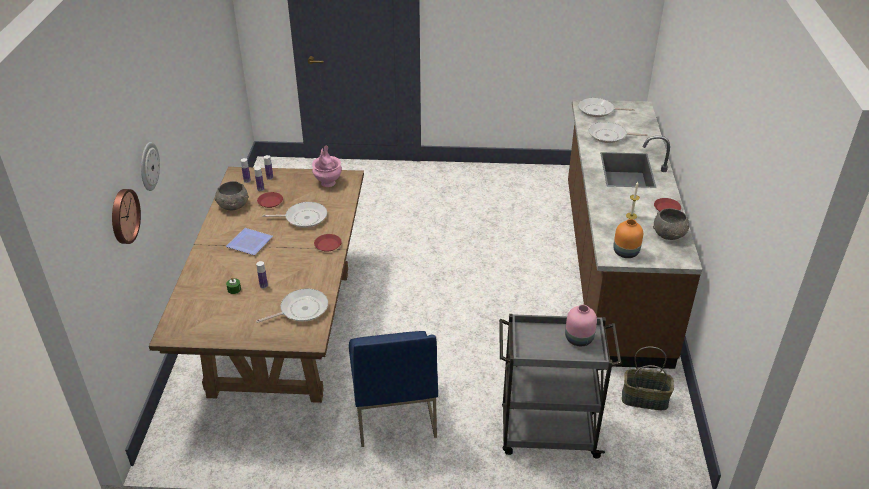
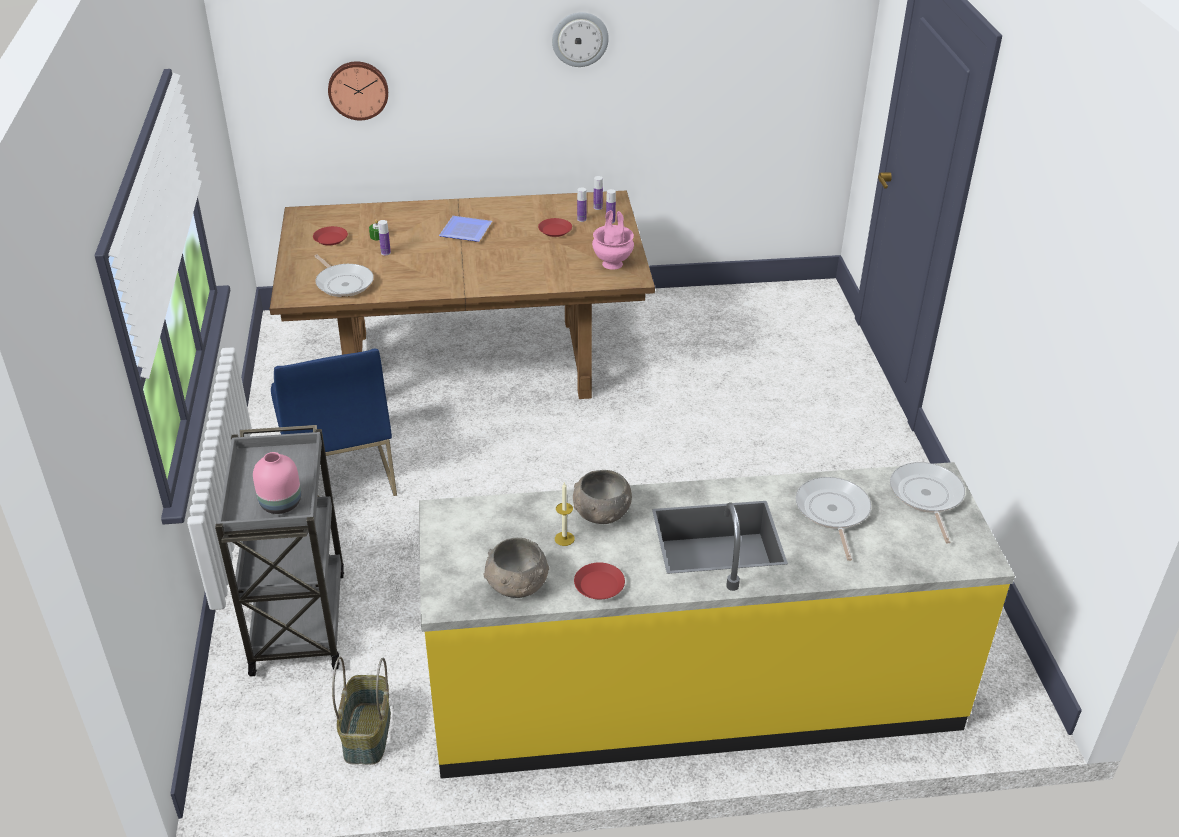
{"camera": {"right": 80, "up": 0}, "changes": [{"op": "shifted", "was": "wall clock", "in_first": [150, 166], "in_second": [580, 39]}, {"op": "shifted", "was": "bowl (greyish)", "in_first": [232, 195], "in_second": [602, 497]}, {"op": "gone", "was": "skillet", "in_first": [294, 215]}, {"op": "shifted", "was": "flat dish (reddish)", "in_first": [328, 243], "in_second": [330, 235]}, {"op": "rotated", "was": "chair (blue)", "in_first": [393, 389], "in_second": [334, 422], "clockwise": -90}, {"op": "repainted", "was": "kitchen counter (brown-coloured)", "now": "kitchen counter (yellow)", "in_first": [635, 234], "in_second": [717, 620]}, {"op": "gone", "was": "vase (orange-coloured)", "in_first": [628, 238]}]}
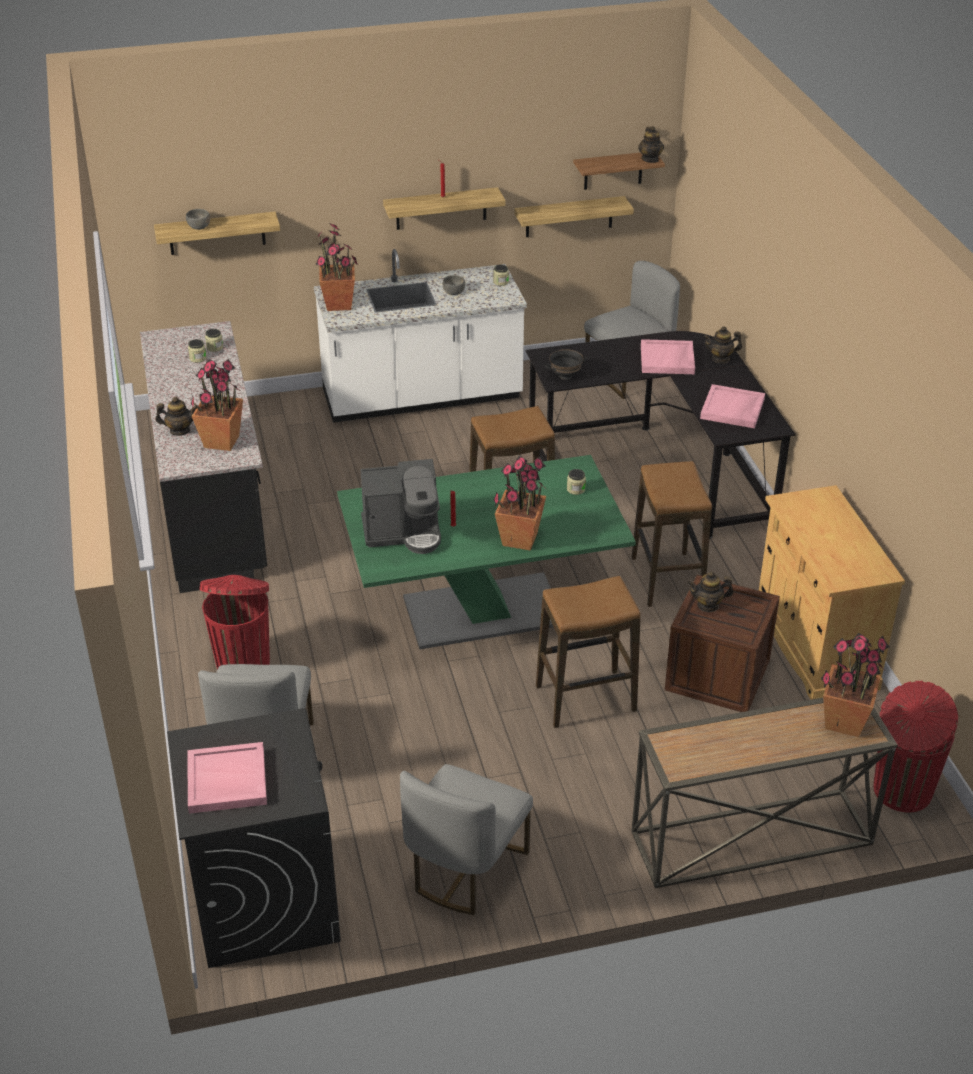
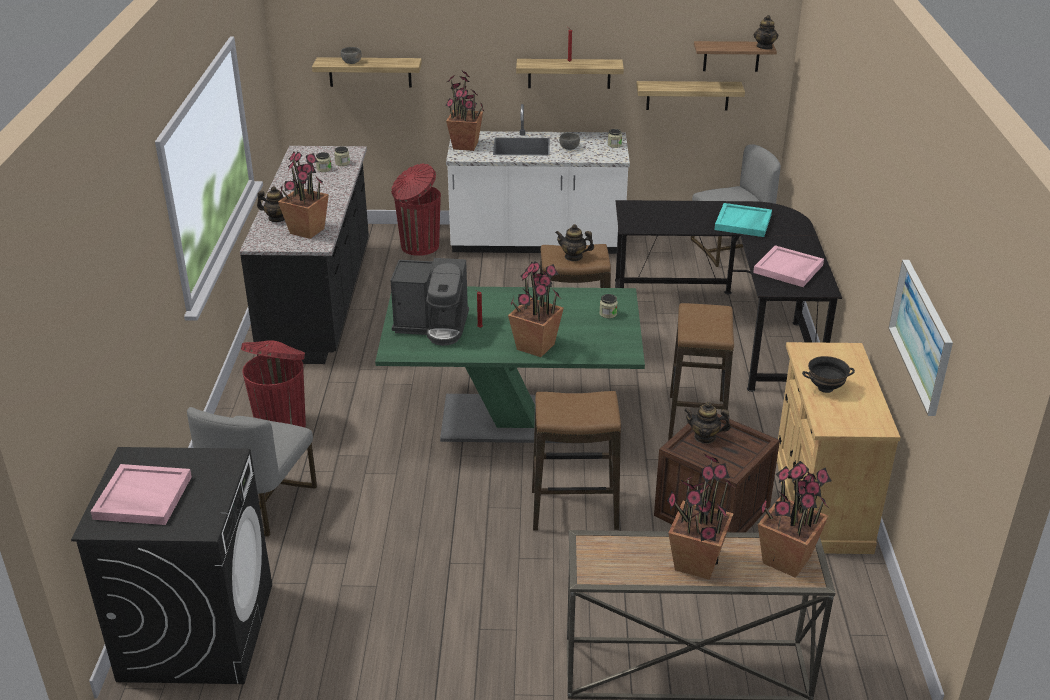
{"camera": {"right": 15, "up": -5}, "changes": [{"op": "gone", "was": "chair (greyish)", "in_first": [466, 839]}, {"op": "shifted", "was": "bowl (blackish)", "in_first": [566, 364], "in_second": [828, 374]}, {"op": "repainted", "was": "serving tray (pinkish)", "now": "serving tray (turquoise-coloured)", "in_first": [668, 356], "in_second": [743, 220]}, {"op": "shifted", "was": "teapot", "in_first": [723, 344], "in_second": [574, 242]}, {"op": "shifted", "was": "rubbish bin (reddish)", "in_first": [915, 746], "in_second": [416, 210]}, {"op": "new", "now": "houseplant", "in_second": [700, 517]}, {"op": "new", "now": "picture", "in_second": [921, 338]}]}
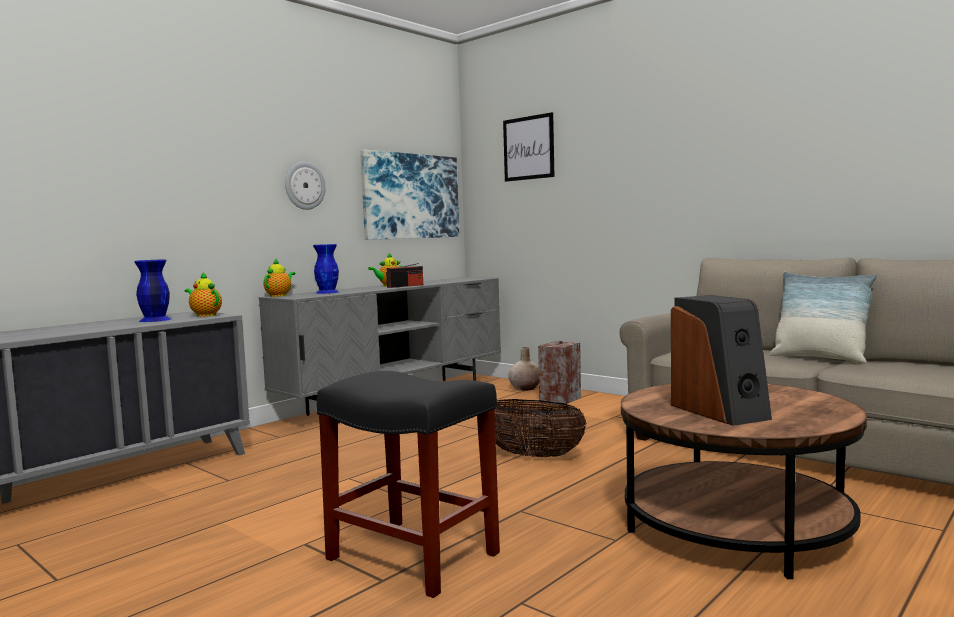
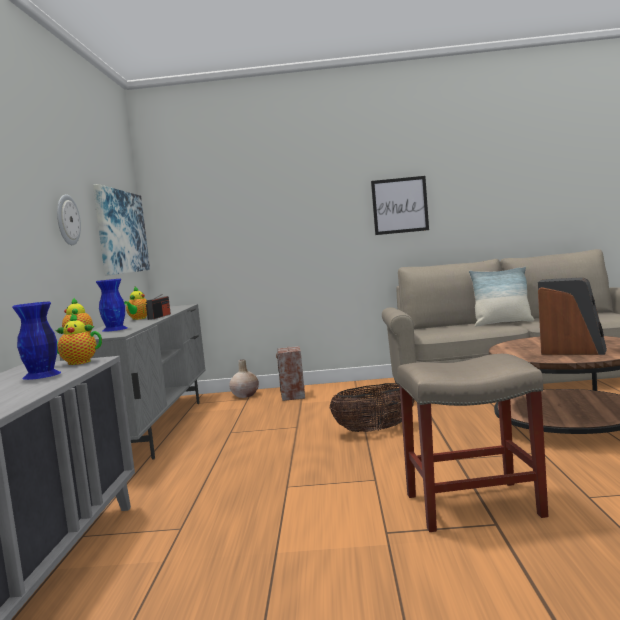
{"camera": {"right": -40, "up": 0}, "changes": [{"op": "repainted", "was": "stool (blackish)", "now": "stool (beige-coloured)", "in_first": [408, 484], "in_second": [473, 443]}, {"op": "shifted", "was": "picture", "in_first": [529, 147], "in_second": [400, 205]}]}
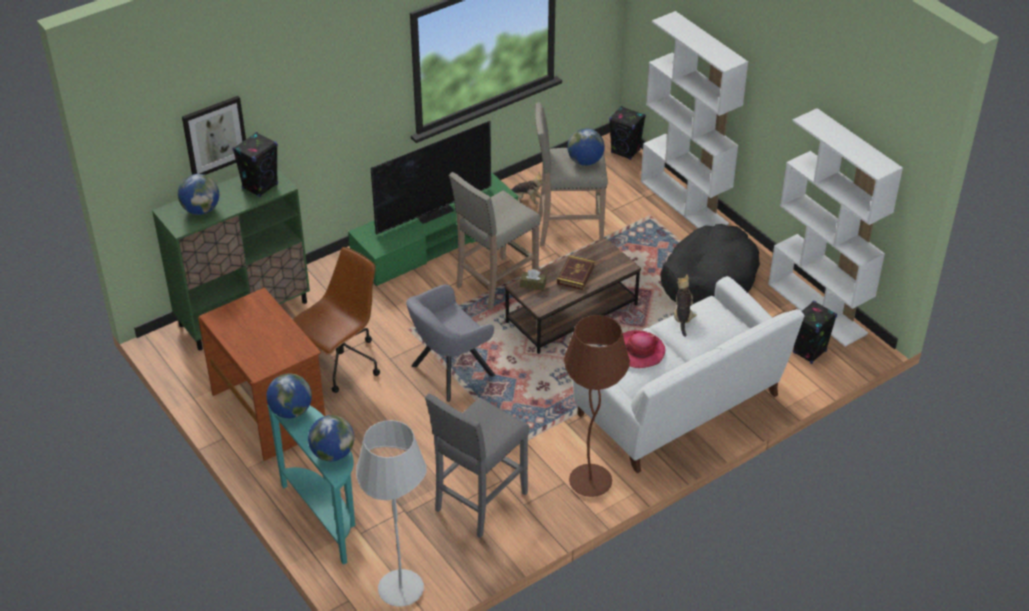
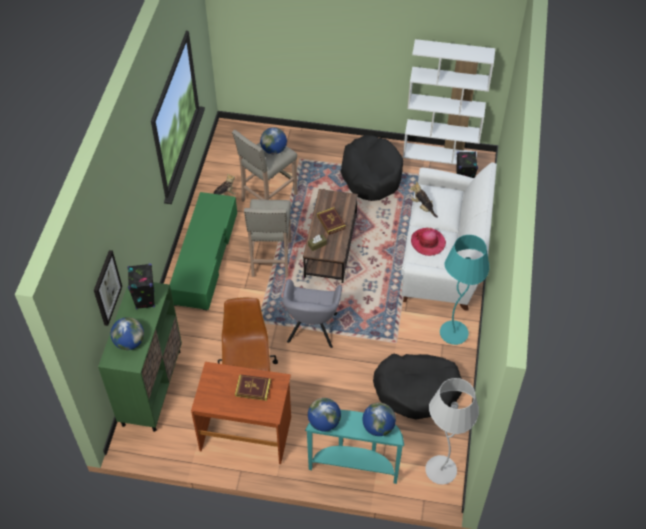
{"camera": {"right": -45, "up": 10}, "changes": [{"op": "gone", "was": "TV set", "in_first": [431, 177]}, {"op": "swapped", "was": "stool (greyish)", "now": "pet bed (blackish)", "in_first": [477, 465], "in_second": [417, 386]}, {"op": "repainted", "was": "floor lamp (brown-coloured)", "now": "floor lamp (turquoise-coloured)", "in_first": [597, 406], "in_second": [464, 290]}, {"op": "gone", "was": "speaker (blackish)", "in_first": [627, 133]}, {"op": "gone", "was": "bookshelf (whitish)", "in_first": [694, 119]}, {"op": "new", "now": "volume", "in_second": [253, 387]}]}
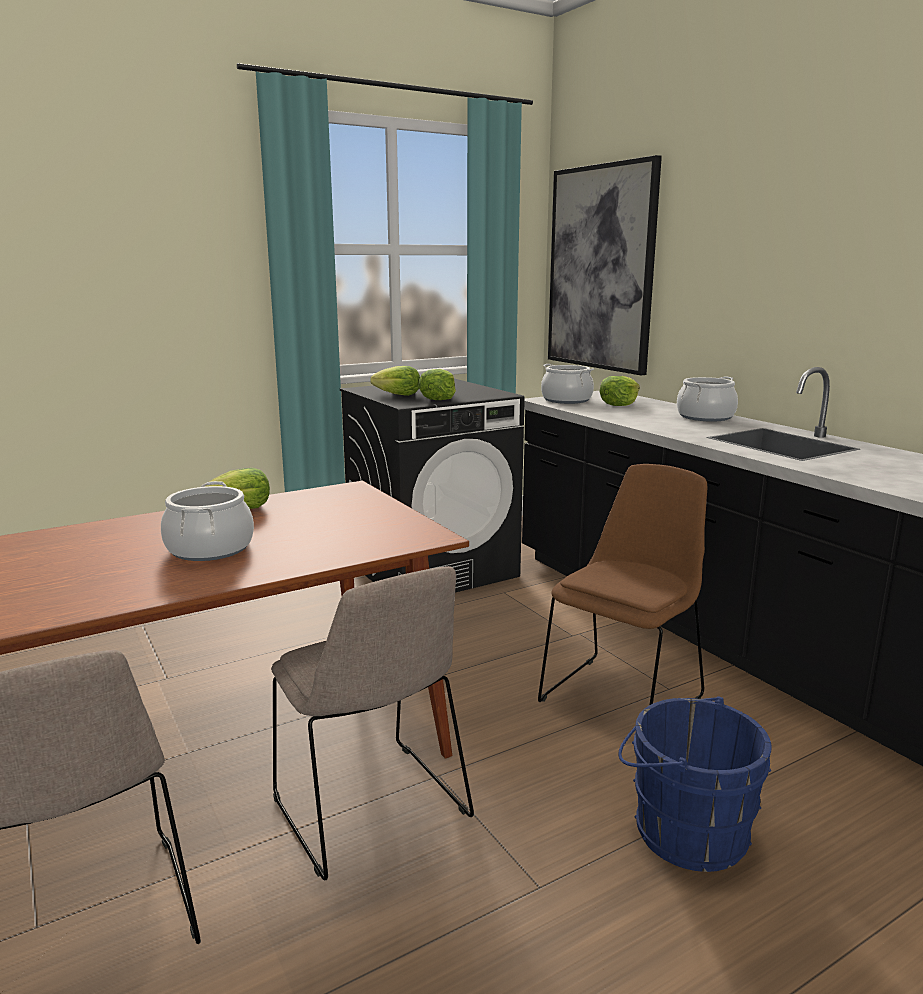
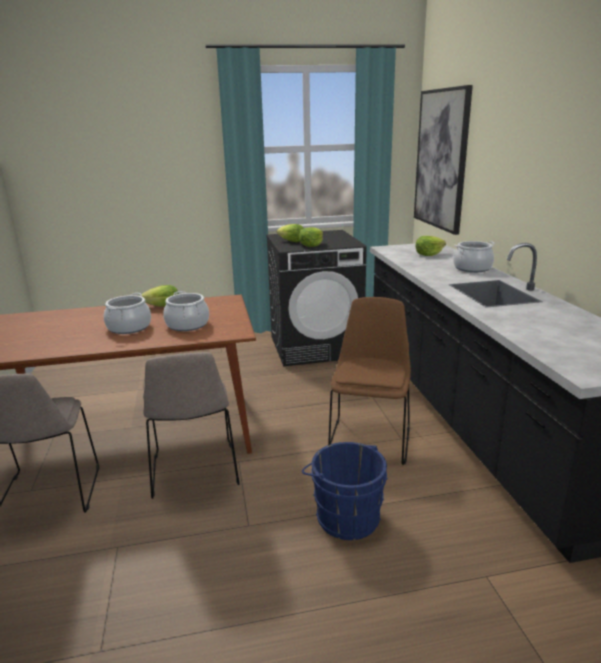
{"camera": {"right": 20, "up": 5}, "changes": [{"op": "rotated", "was": "chair (brown-coloured)", "in_first": [622, 584], "in_second": [369, 381], "clockwise": -45}, {"op": "shifted", "was": "cooking pot", "in_first": [567, 384], "in_second": [186, 311]}]}
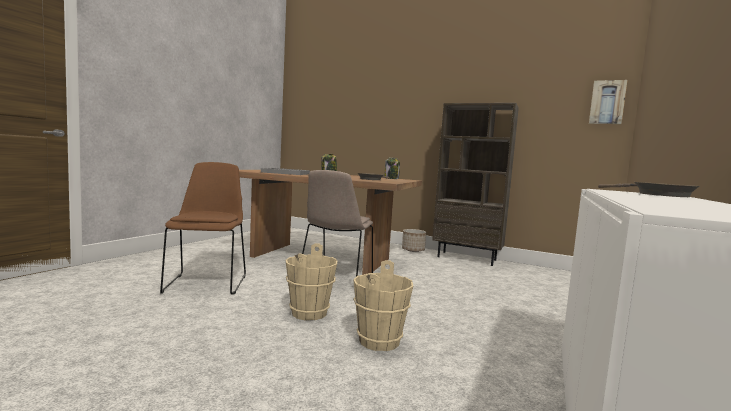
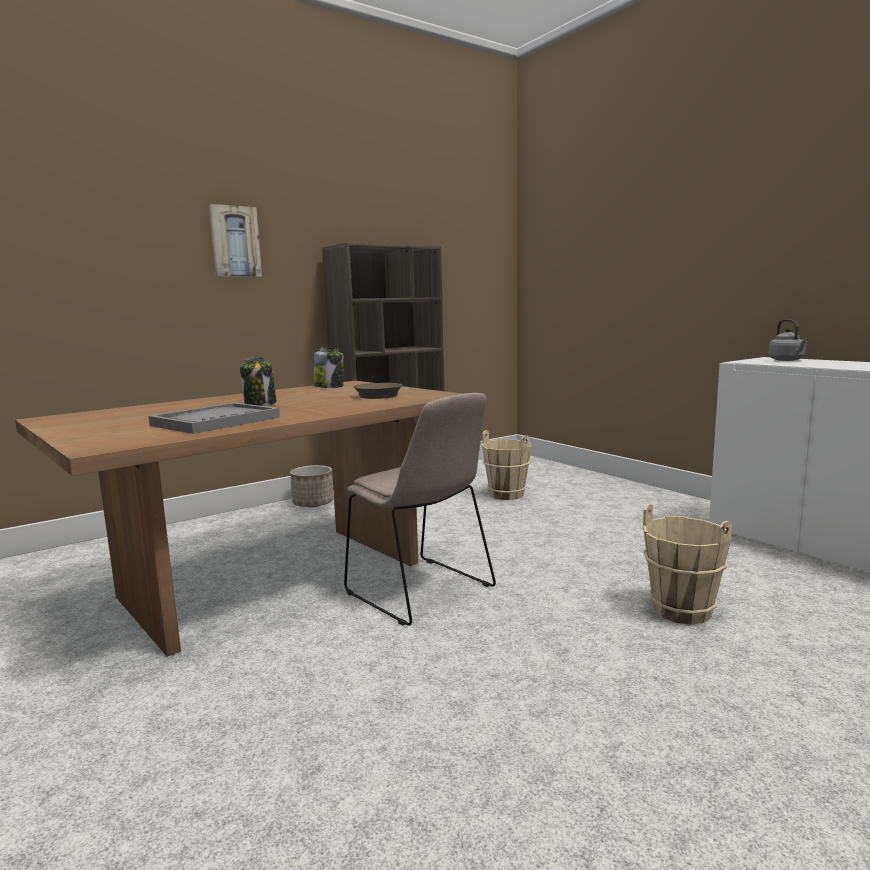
{"camera": {"right": -60, "up": 5}, "changes": [{"op": "gone", "was": "chair (brown-coloured)", "in_first": [203, 228]}, {"op": "shifted", "was": "bucket (beige-coloured)", "in_first": [311, 281], "in_second": [507, 465]}, {"op": "shifted", "was": "picture", "in_first": [608, 102], "in_second": [235, 240]}, {"op": "swapped", "was": "skillet (brown-coloured)", "now": "kettle (greyish)", "in_first": [649, 189], "in_second": [788, 340]}]}
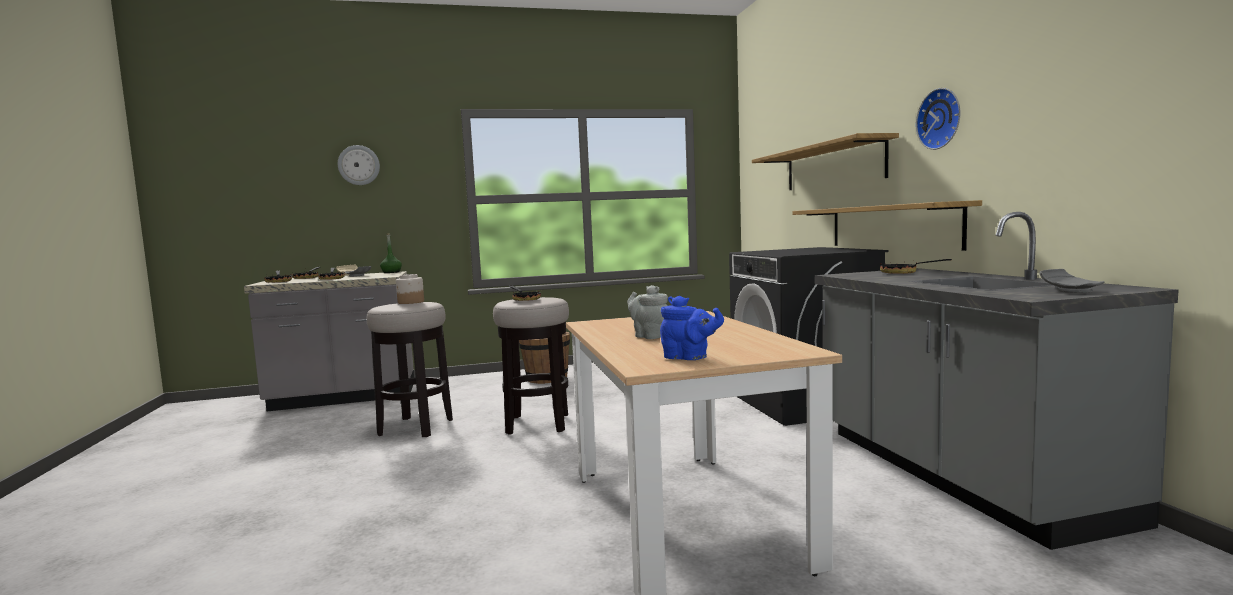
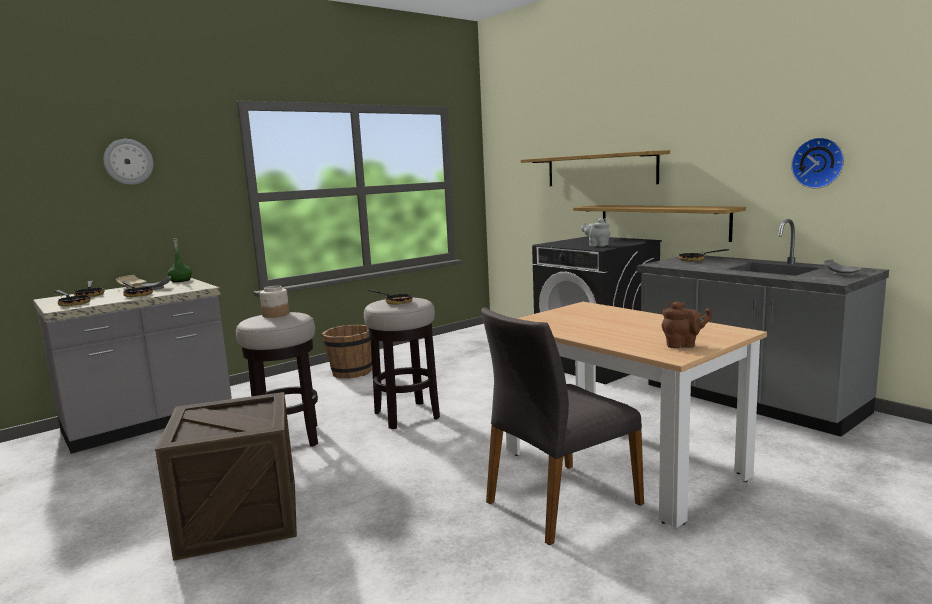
{"camera": {"right": -25, "up": 5}, "changes": [{"op": "shifted", "was": "teapot (greyish)", "in_first": [647, 312], "in_second": [595, 232]}, {"op": "repainted", "was": "teapot (blue)", "now": "teapot (brown-coloured)", "in_first": [692, 328], "in_second": [687, 324]}, {"op": "shifted", "was": "wall clock", "in_first": [938, 119], "in_second": [817, 163]}, {"op": "new", "now": "shipping crate", "in_second": [226, 476]}, {"op": "new", "now": "chair (greyish)", "in_second": [562, 426]}]}
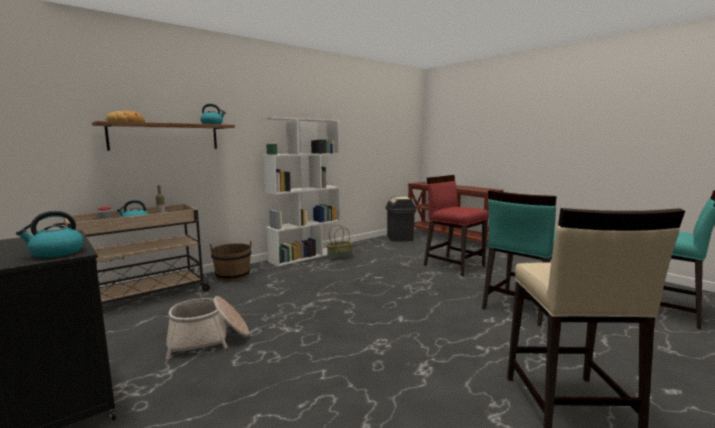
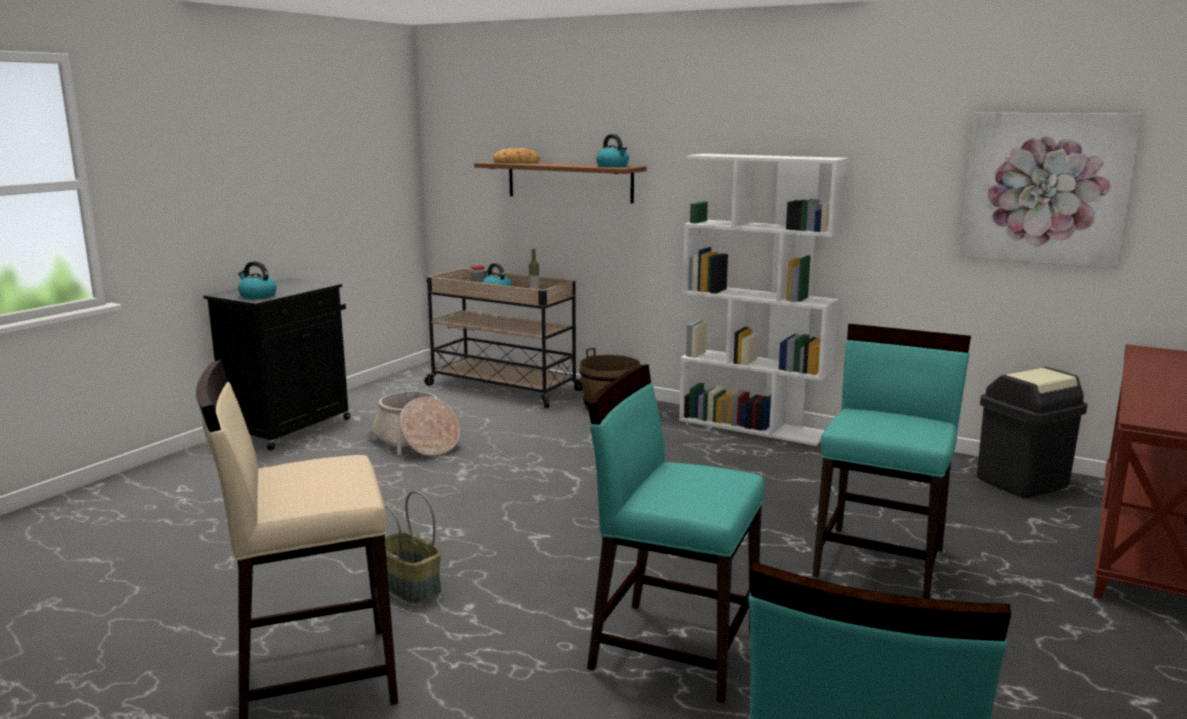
{"camera": {"right": 70, "up": 5}, "changes": [{"op": "shifted", "was": "storage basket", "in_first": [340, 243], "in_second": [412, 547]}, {"op": "repainted", "was": "chair (reddish)", "now": "chair (turquoise-coloured)", "in_first": [456, 225], "in_second": [891, 461]}, {"op": "new", "now": "picture", "in_second": [1050, 191]}]}
